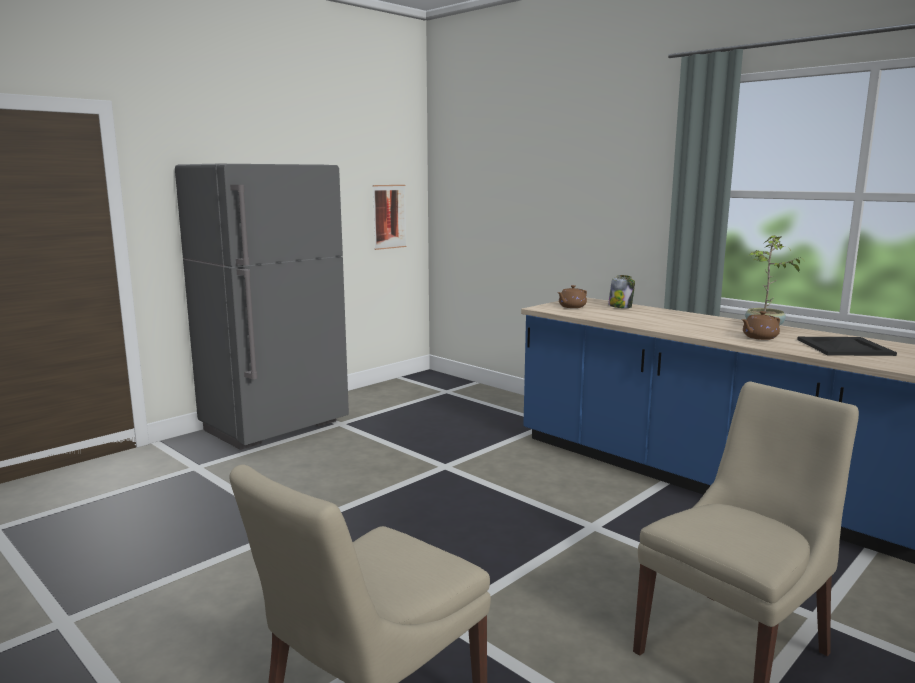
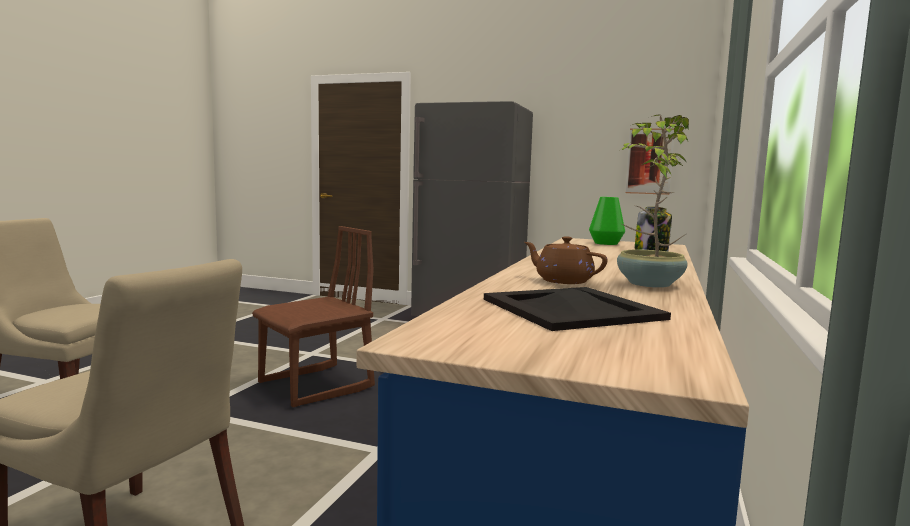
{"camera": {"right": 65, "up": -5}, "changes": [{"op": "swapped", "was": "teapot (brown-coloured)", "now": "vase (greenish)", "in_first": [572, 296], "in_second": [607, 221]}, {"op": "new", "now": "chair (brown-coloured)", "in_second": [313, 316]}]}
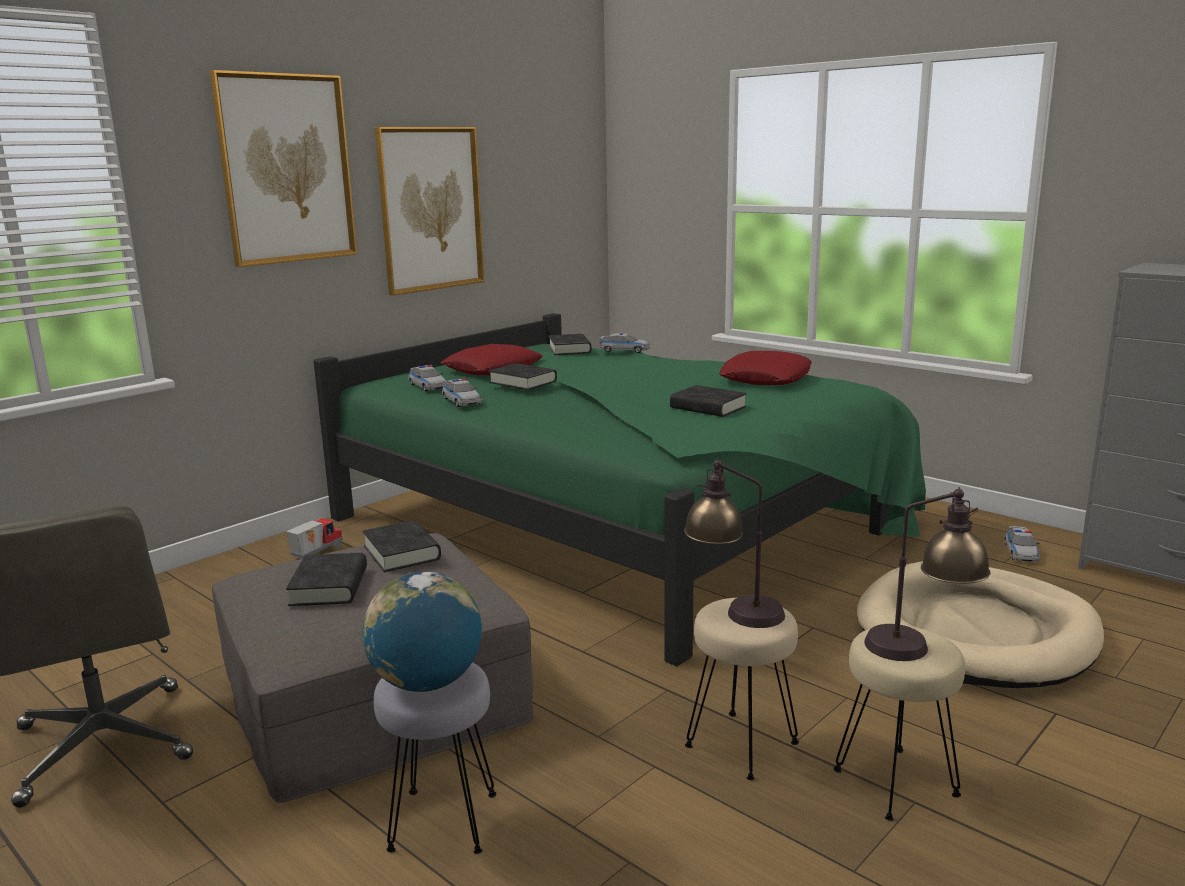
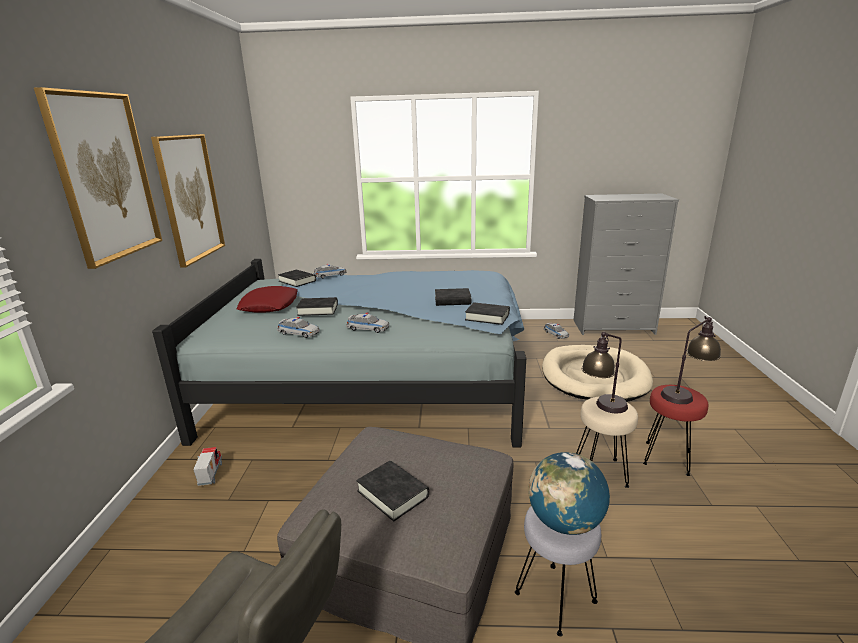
{"camera": {"right": -40, "up": 5}, "changes": [{"op": "repainted", "was": "sleeping bed (greenish)", "now": "sleeping bed (blue)", "in_first": [619, 489], "in_second": [339, 353]}, {"op": "shifted", "was": "volume (blackish)", "in_first": [401, 546], "in_second": [487, 313]}, {"op": "shifted", "was": "model car", "in_first": [427, 378], "in_second": [367, 322]}, {"op": "gone", "was": "cushion (reddish)", "in_first": [765, 368]}, {"op": "repainted", "was": "stool (beige-coloured)", "now": "stool (reddish)", "in_first": [899, 723], "in_second": [675, 430]}]}
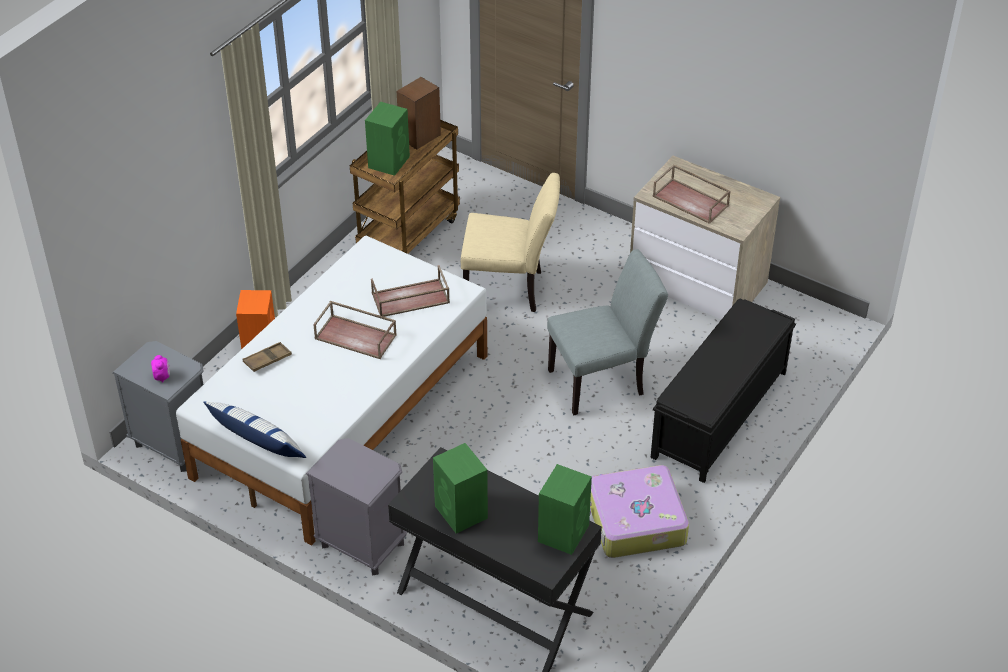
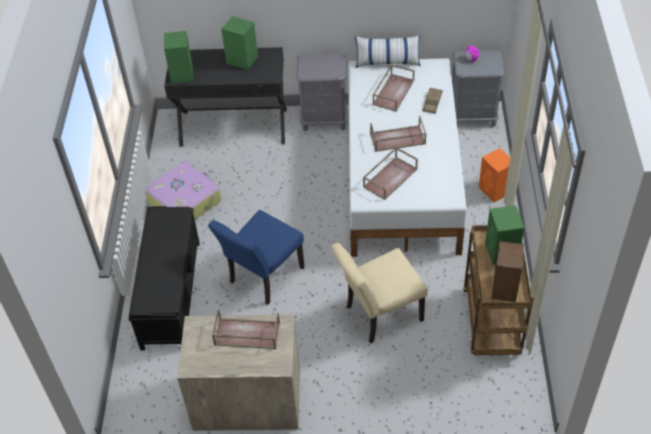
{"camera": {"right": 150, "up": 5}, "changes": [{"op": "repainted", "was": "chair (greyish)", "now": "chair (blue)", "in_first": [607, 332], "in_second": [256, 257]}, {"op": "new", "now": "serving tray (brown-coloured)", "in_second": [394, 88]}]}
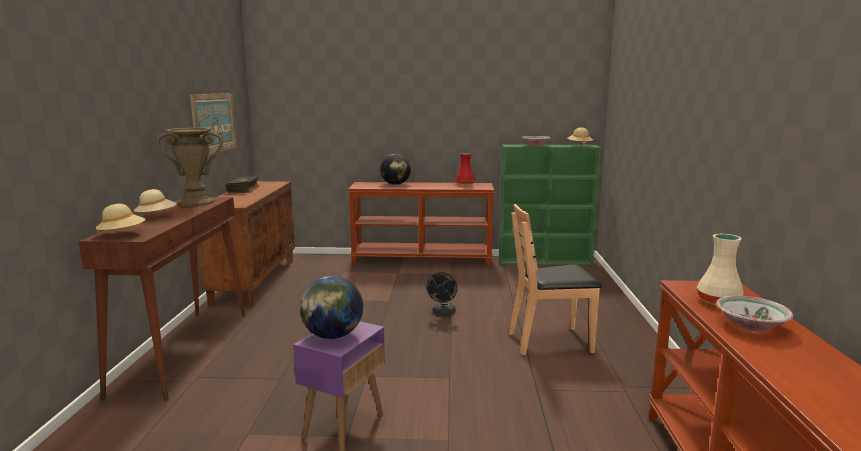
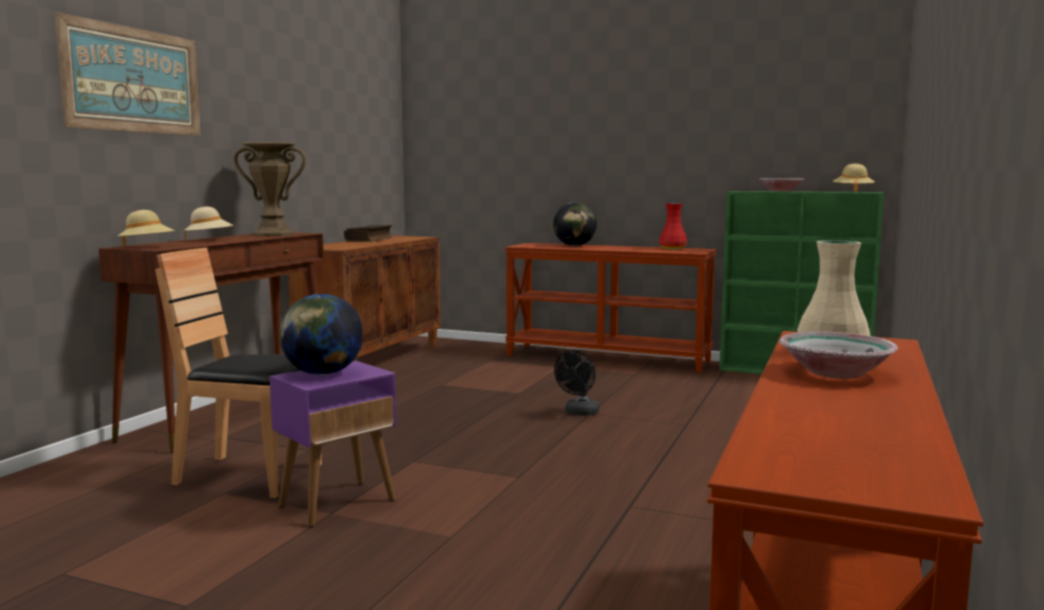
{"camera": {"right": 20, "up": -5}, "changes": [{"op": "shifted", "was": "picture", "in_first": [213, 124], "in_second": [127, 74]}, {"op": "shifted", "was": "chair (brown-coloured)", "in_first": [555, 279], "in_second": [238, 372]}]}
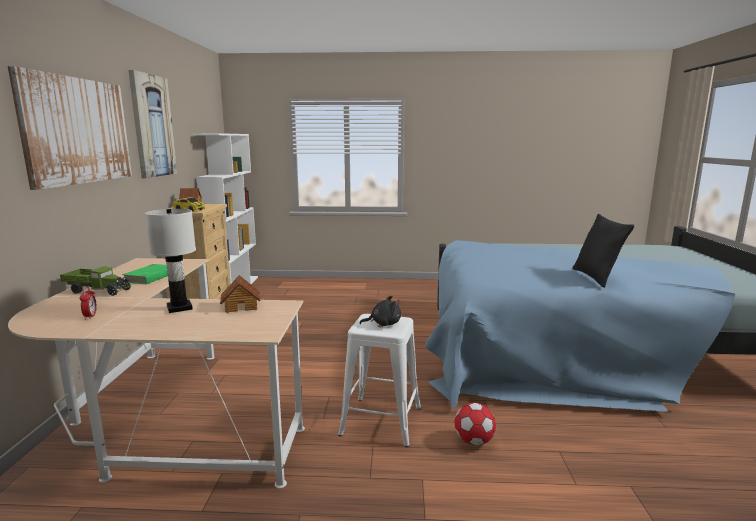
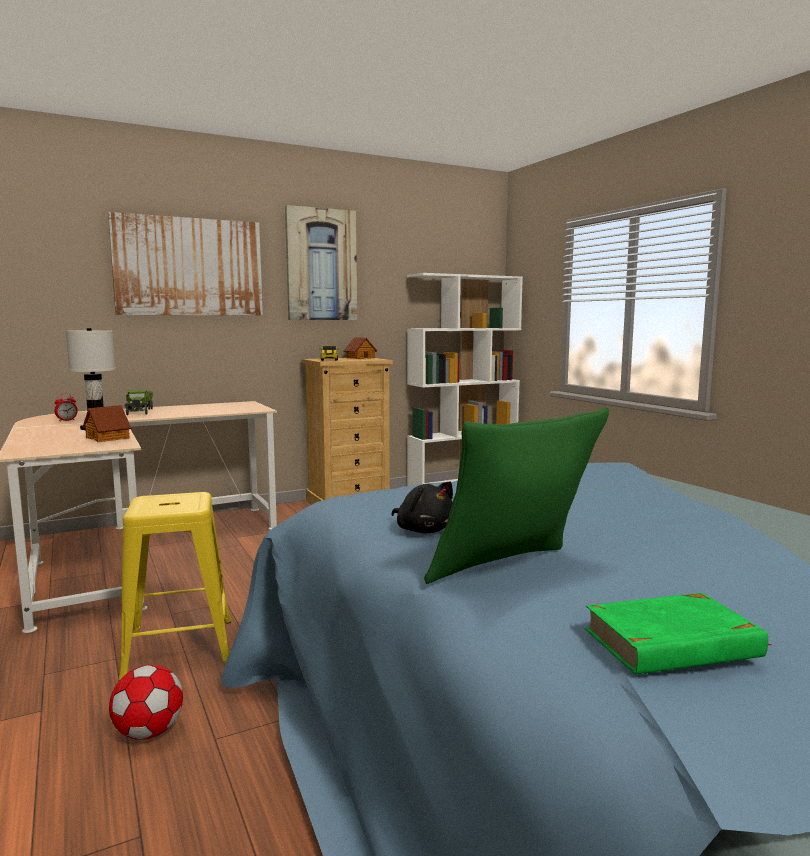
{"camera": {"right": 60, "up": -5}, "changes": [{"op": "shifted", "was": "volume (greenish)", "in_first": [145, 274], "in_second": [678, 634]}, {"op": "repainted", "was": "stool (whitish)", "now": "stool (yellow)", "in_first": [379, 380], "in_second": [174, 586]}, {"op": "shifted", "was": "soft toy (blackish)", "in_first": [380, 311], "in_second": [422, 507]}, {"op": "repainted", "was": "cushion (blackish)", "now": "cushion (greenish)", "in_first": [603, 251], "in_second": [516, 495]}]}
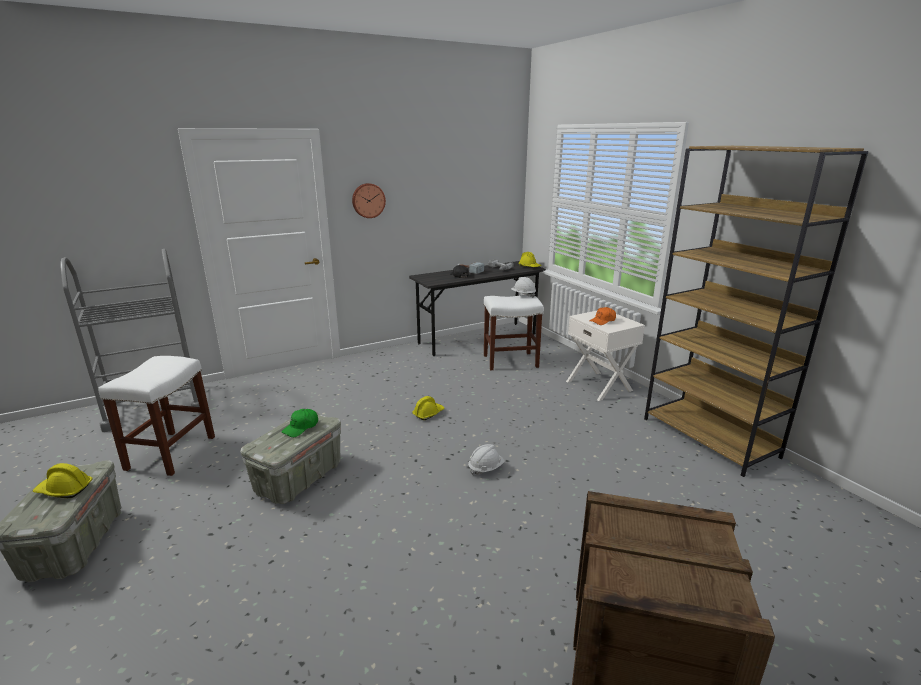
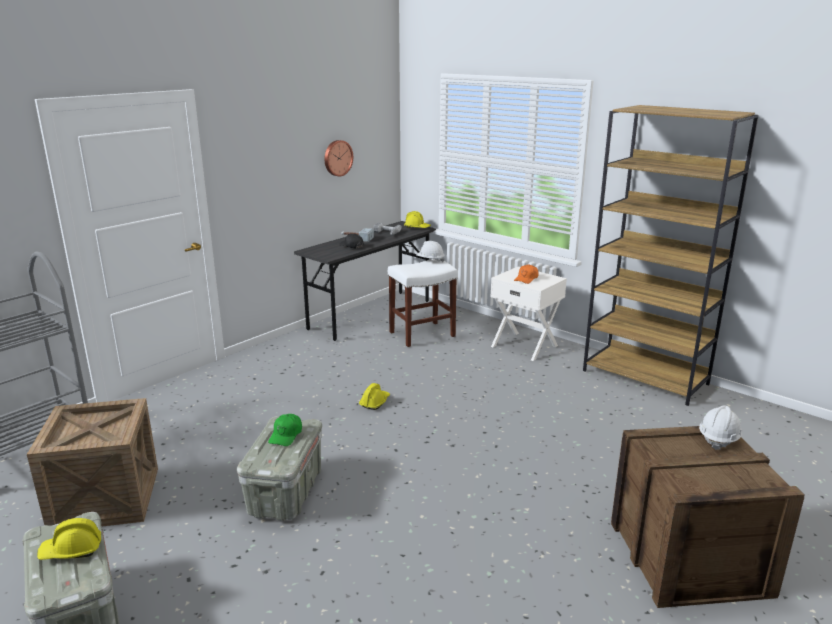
{"camera": {"right": -20, "up": 0}, "changes": [{"op": "swapped", "was": "stool (whitish)", "now": "shipping crate", "in_first": [156, 416], "in_second": [92, 462]}, {"op": "shifted", "was": "wall clock", "in_first": [369, 200], "in_second": [338, 158]}, {"op": "shifted", "was": "work helmet (whitish)", "in_first": [486, 460], "in_second": [720, 428]}]}
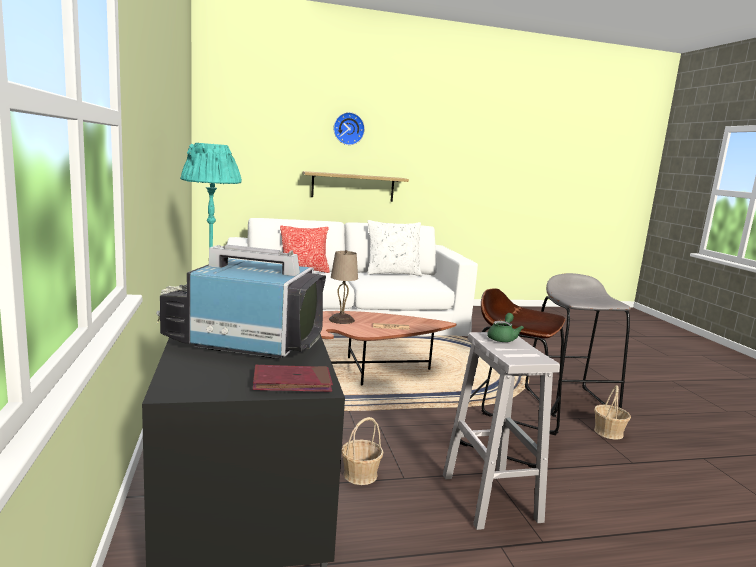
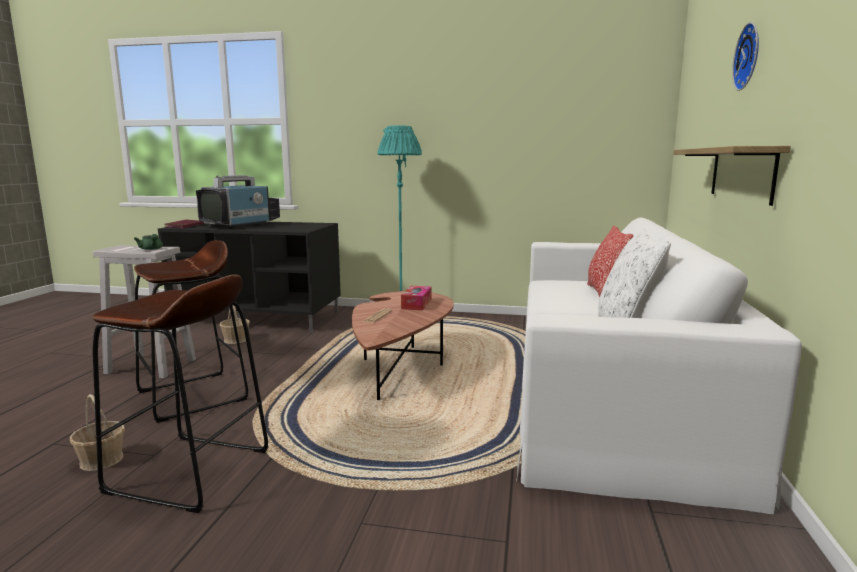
{"camera": {"right": 115, "up": 0}, "changes": [{"op": "swapped", "was": "lamp for a table (beige-coloured)", "now": "tissue holder", "in_first": [343, 287], "in_second": [416, 298]}, {"op": "repainted", "was": "stool (greyish)", "now": "stool (brown-coloured)", "in_first": [578, 345], "in_second": [180, 393]}]}
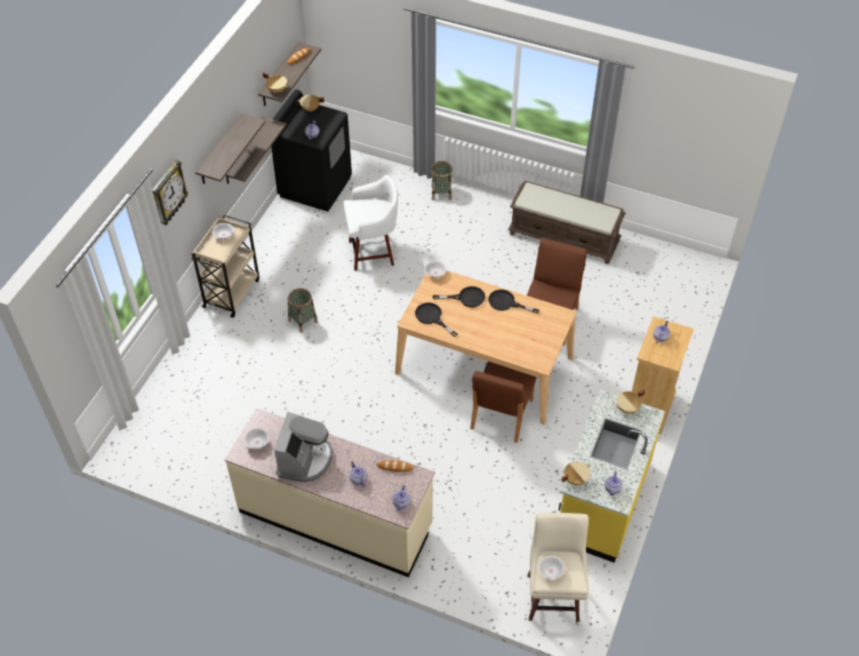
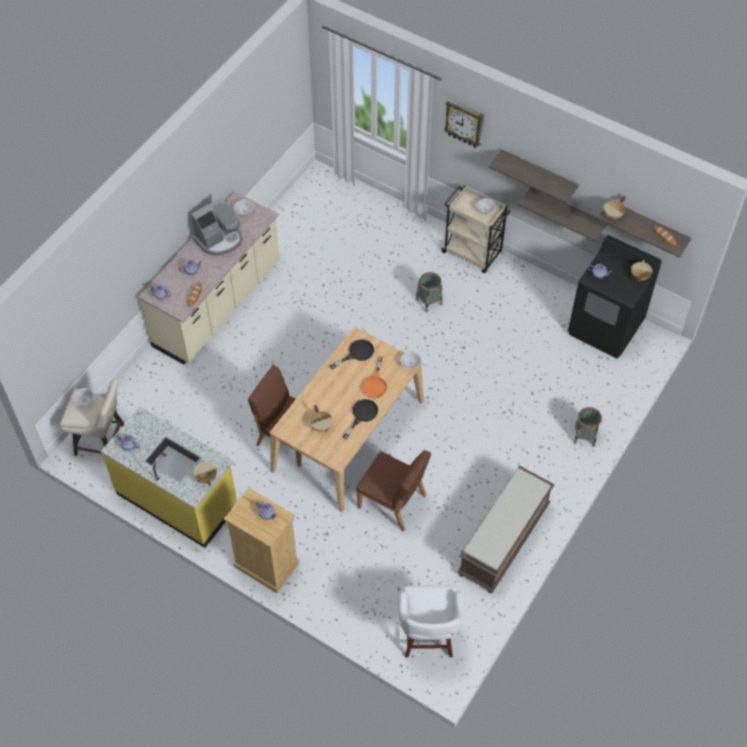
{"camera": {"right": 100, "up": 5}, "changes": [{"op": "rotated", "was": "coffee maker", "in_first": [303, 447], "in_second": [216, 226], "clockwise": -60}, {"op": "shifted", "was": "stool (whitish)", "in_first": [370, 223], "in_second": [431, 621]}, {"op": "repainted", "was": "skillet (blackish)", "now": "skillet (orange-coloured)", "in_first": [459, 296], "in_second": [374, 377]}, {"op": "shifted", "was": "cooking pot (beige-coloured)", "in_first": [575, 473], "in_second": [321, 418]}]}
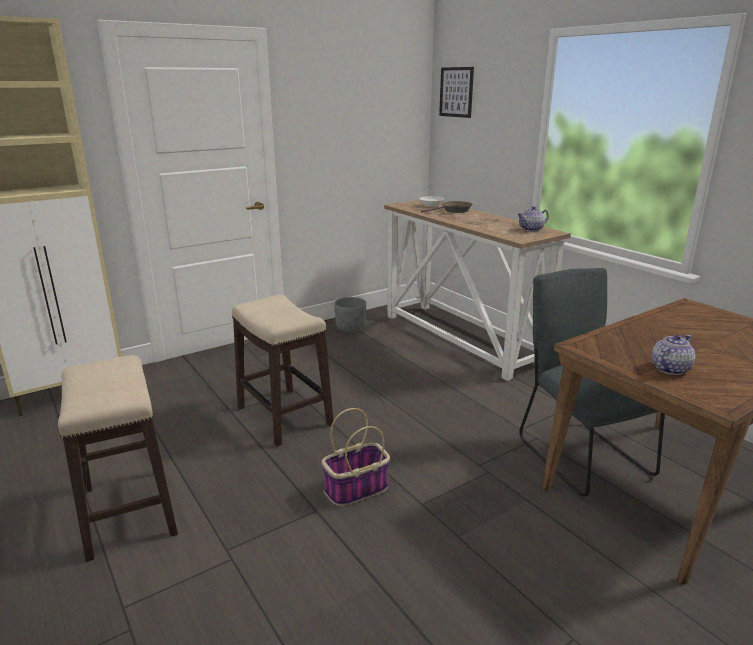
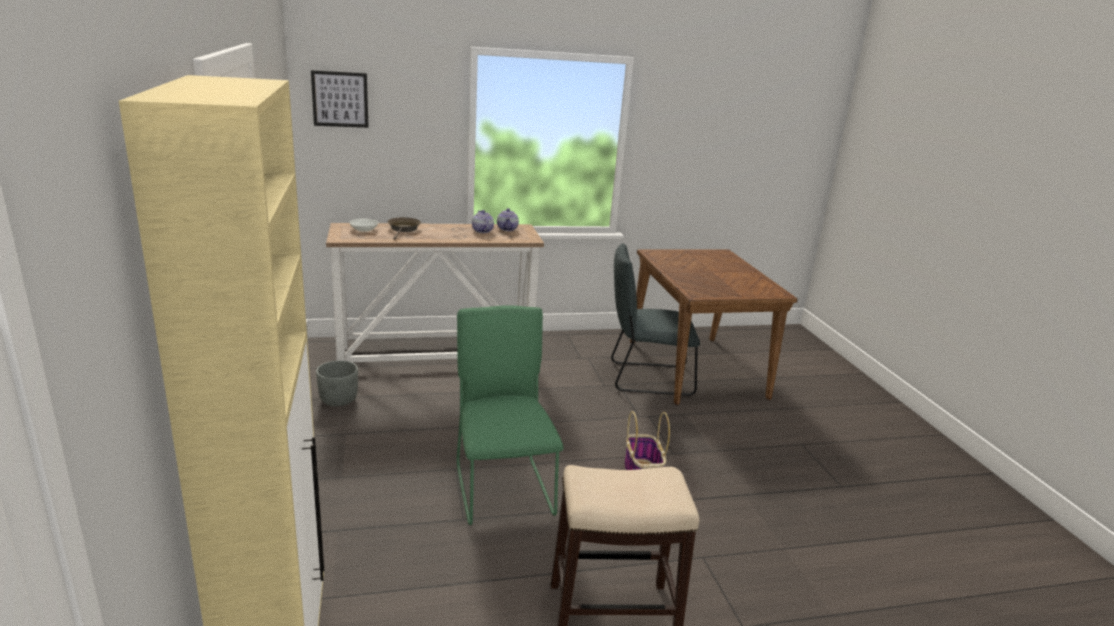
{"camera": {"right": -70, "up": 0}, "changes": [{"op": "swapped", "was": "stool", "now": "chair (greenish)", "in_first": [282, 371], "in_second": [510, 415]}, {"op": "shifted", "was": "teapot", "in_first": [673, 354], "in_second": [483, 221]}]}
